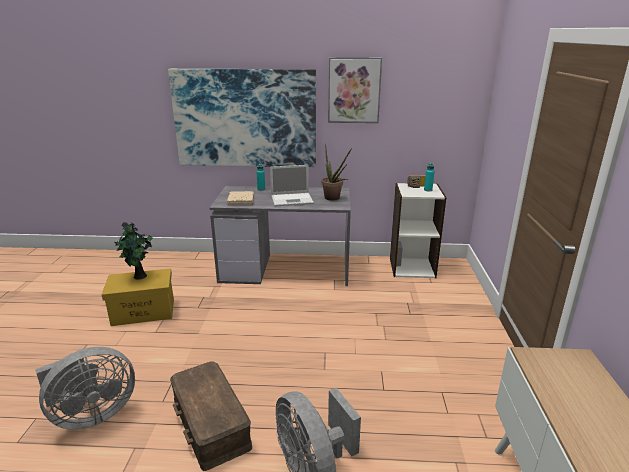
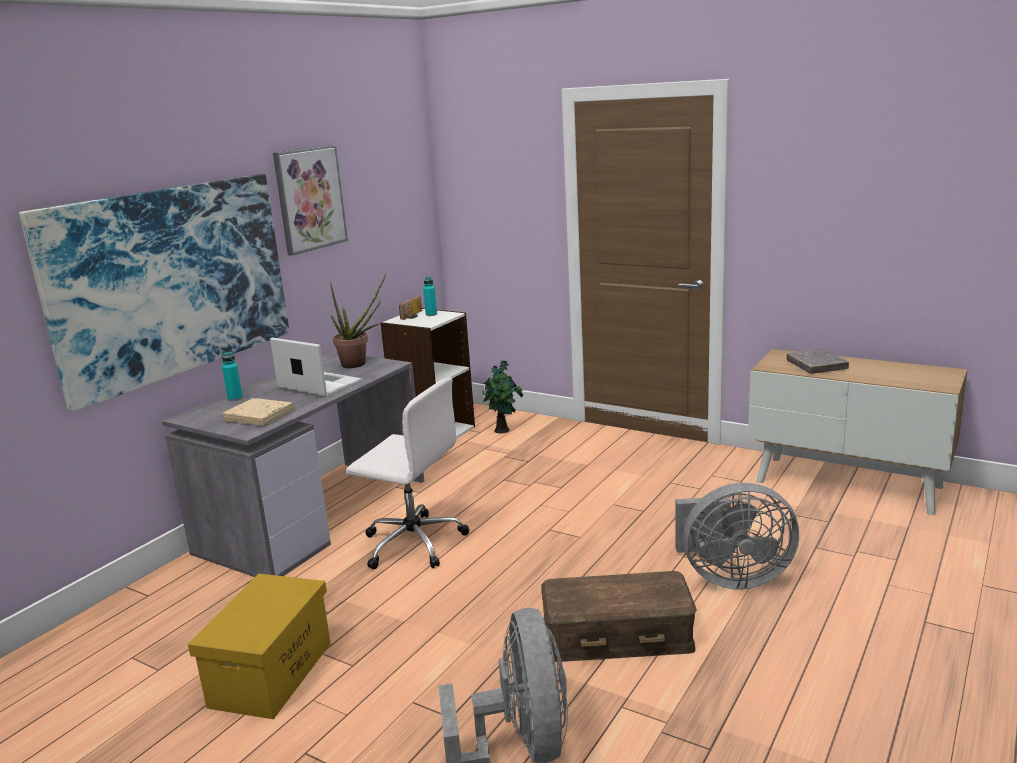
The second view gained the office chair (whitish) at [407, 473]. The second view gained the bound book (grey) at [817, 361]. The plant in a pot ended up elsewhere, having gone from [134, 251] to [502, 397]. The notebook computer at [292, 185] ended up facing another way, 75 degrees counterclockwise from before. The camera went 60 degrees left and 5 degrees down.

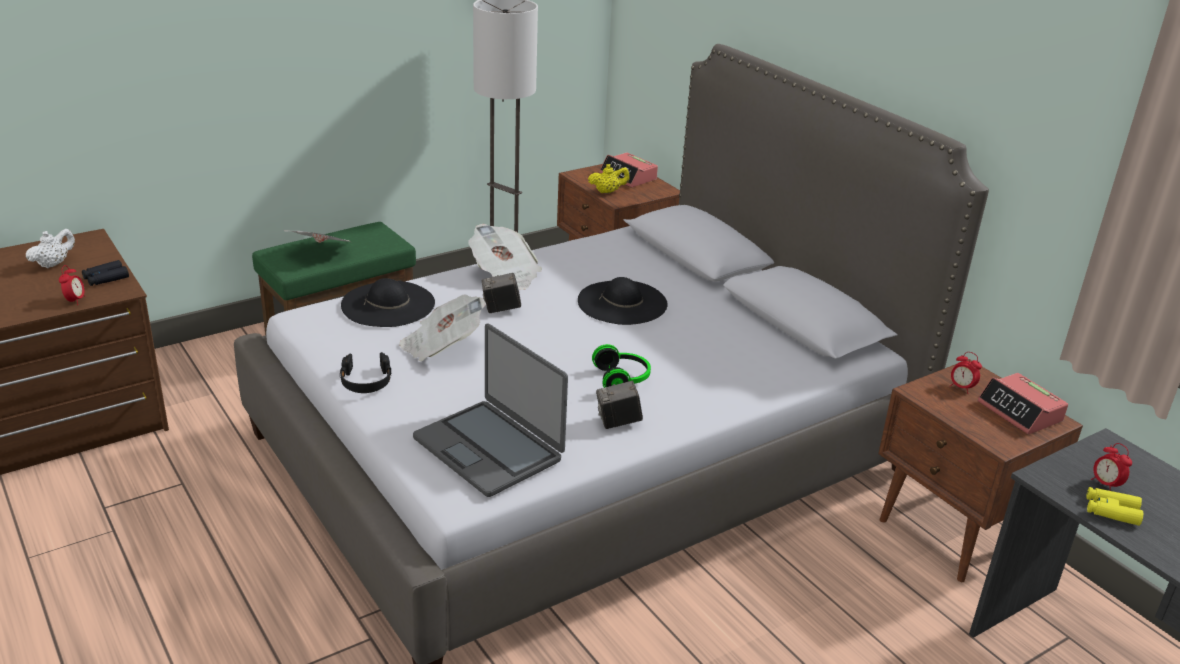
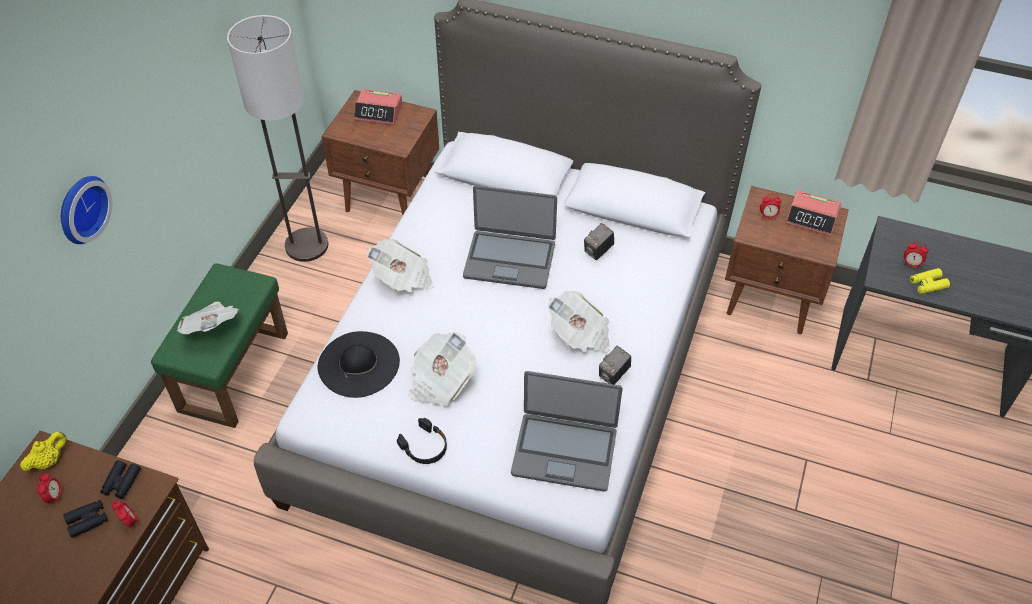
The second view gained the wall clock at [86, 210]. The second view gained the binoculars (black) at [85, 519]. The photo camera ended up elsewhere, having gone from [501, 293] to [599, 241]. The pot for tea (yellow) ended up elsewhere, having gone from [609, 178] to [43, 451]. Where the pot for tea (whitish) stood at [50, 248], the alarm clock came to stand at [49, 488]. Where the clothing hat (black) stood at [623, 301], the notebook computer came to stand at [510, 237]. Where the pair of headphones stood at [621, 366], the daily paper came to stand at [579, 322]. The camera went 35 degrees left and 20 degrees up.

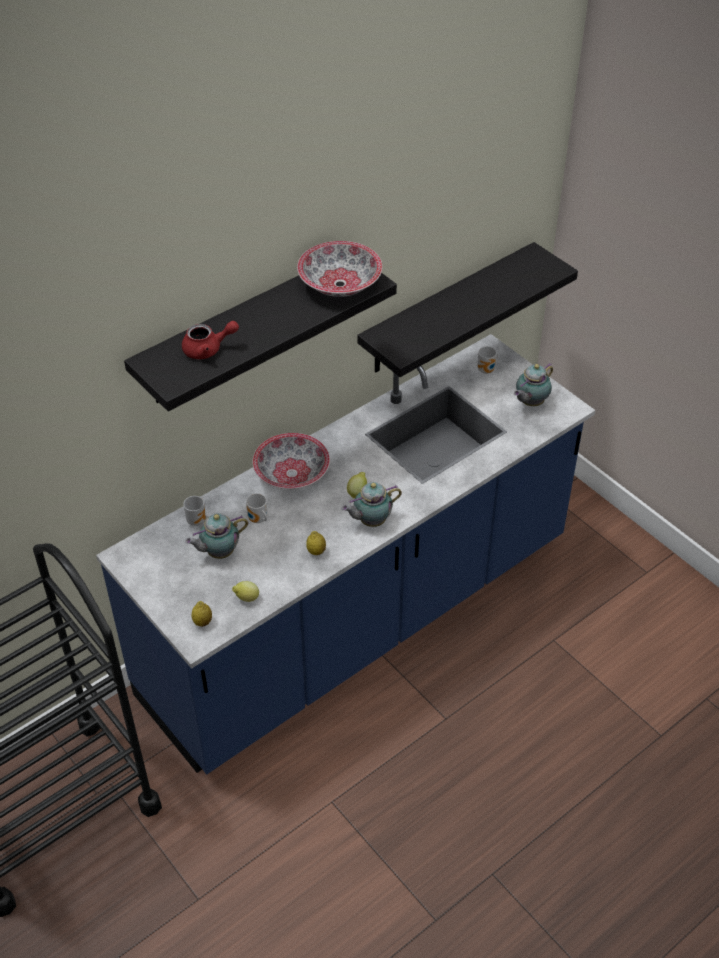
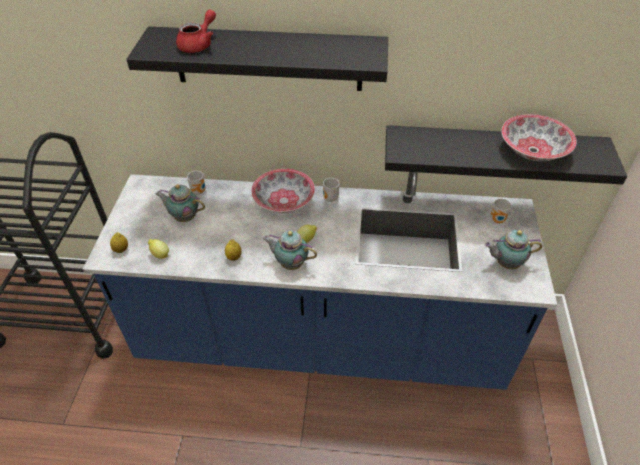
The mug ended up elsewhere, having gone from [256, 508] to [331, 190]. The deep dish ended up elsewhere, having gone from [339, 269] to [539, 137]. The pot for tea (reddish) at [210, 340] ended up facing another way, 90 degrees counterclockwise from before. The camera went 45 degrees right and 0 degrees up.

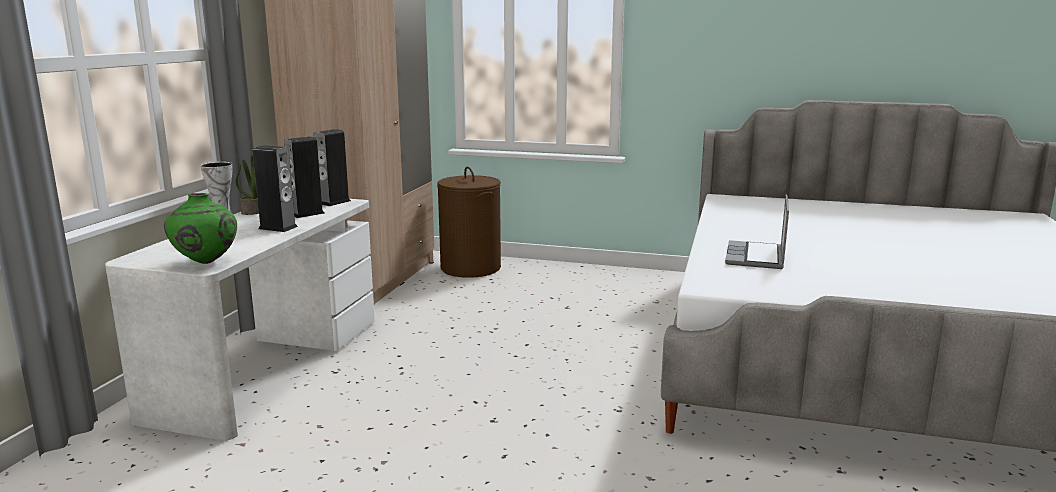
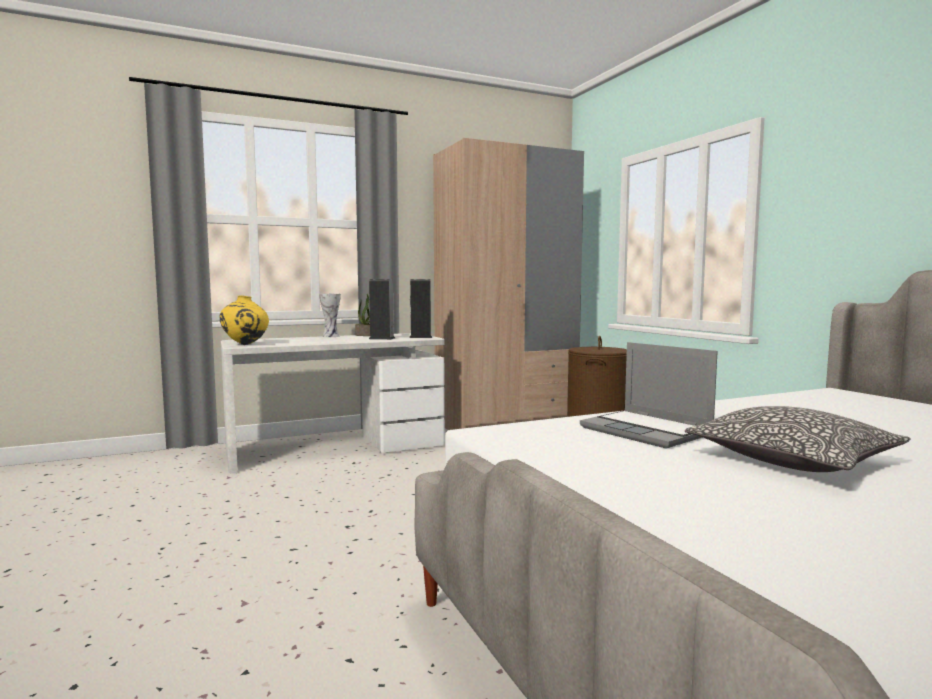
The second view lost the speaker at [275, 188]. The second view gained the cushion at [798, 439]. What was the decorative vase (green-coloured) at [200, 228] turned into the decorative vase (yellow) at [244, 320]. The notebook computer at [757, 231] ended up facing another way, 105 degrees counterclockwise from before. The camera went 50 degrees right and 10 degrees down.

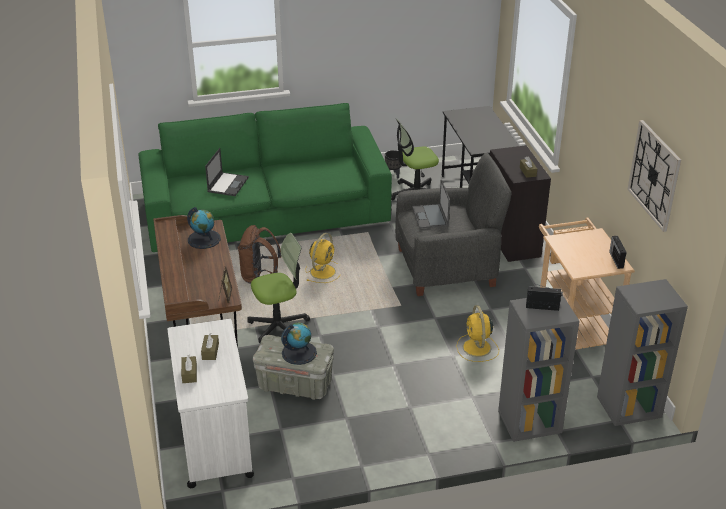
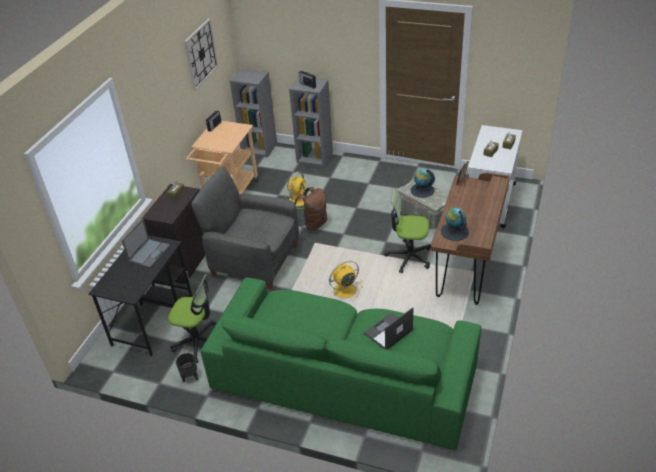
The knapsack (brownish) ended up elsewhere, having gone from [259, 254] to [311, 209]. The notebook computer ended up elsewhere, having gone from [431, 203] to [145, 243]. The camera went 145 degrees left and 5 degrees up.

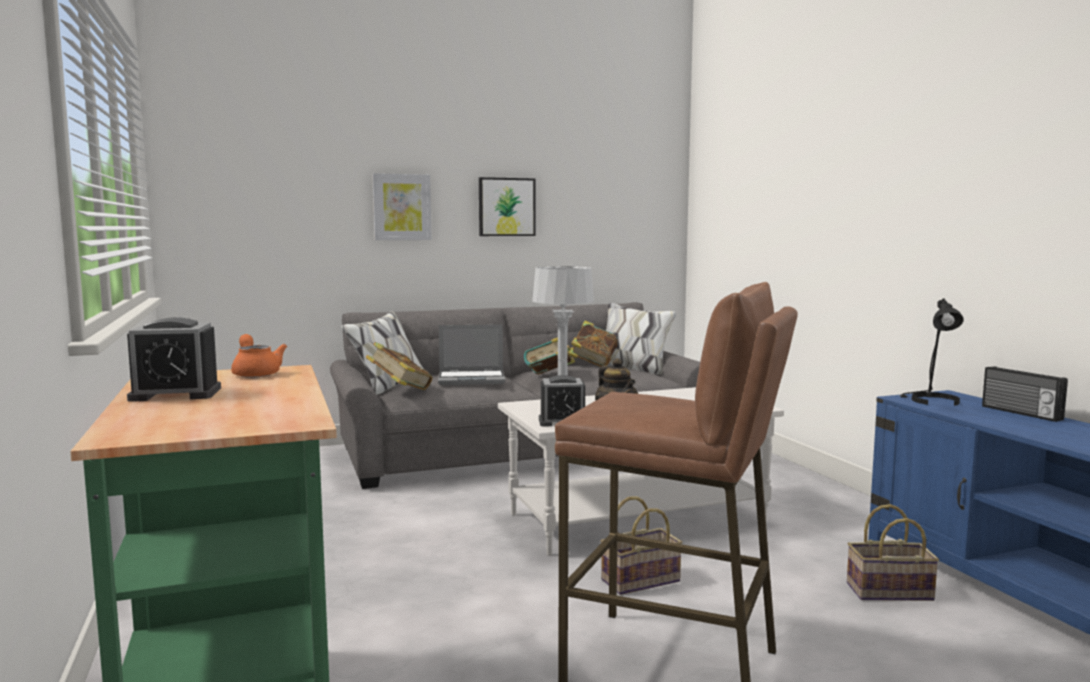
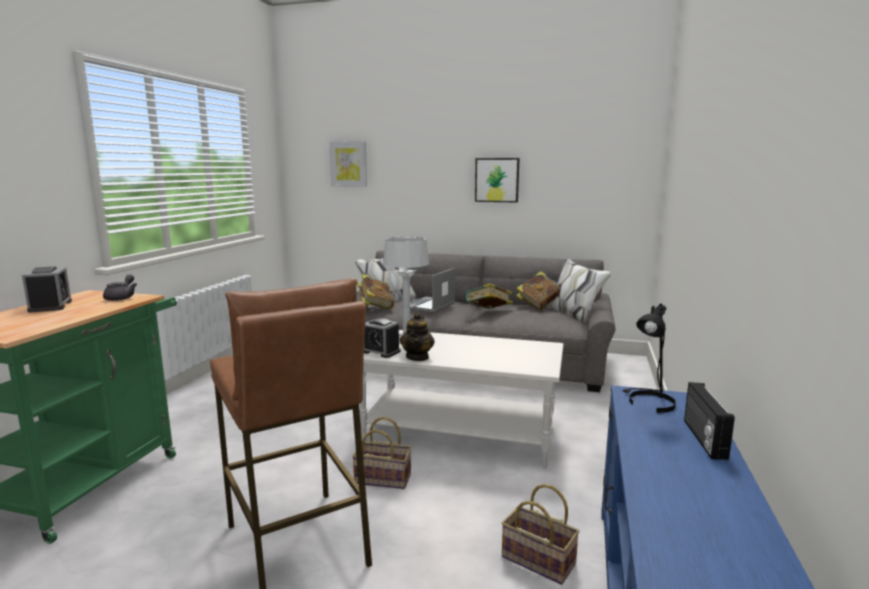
The picture ended up elsewhere, having gone from [402, 206] to [348, 164]. What was the pot for tea (orangey) at [259, 356] turned into the pot for tea (grey) at [120, 287]. The alarm clock at [174, 359] ended up facing another way, 135 degrees counterclockwise from before. The notebook computer at [471, 354] ended up facing another way, 90 degrees clockwise from before. The camera went 35 degrees right and 5 degrees up.

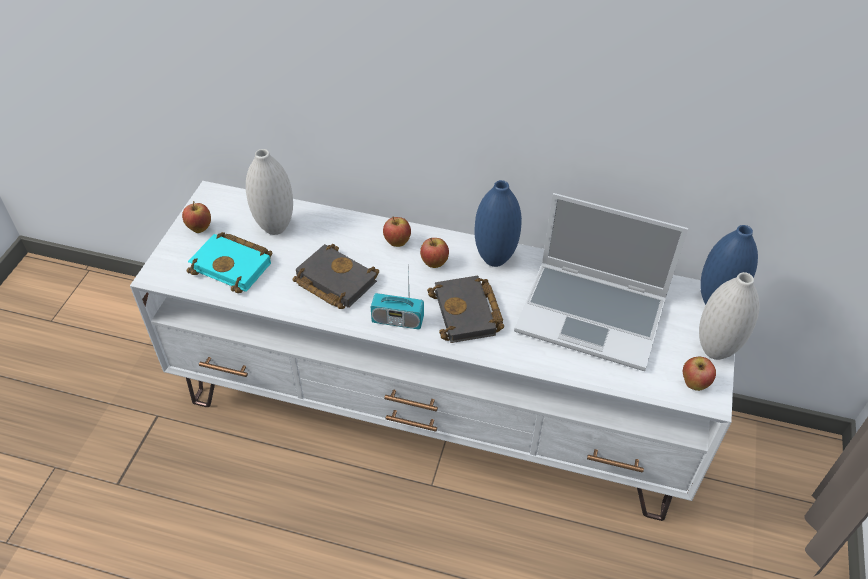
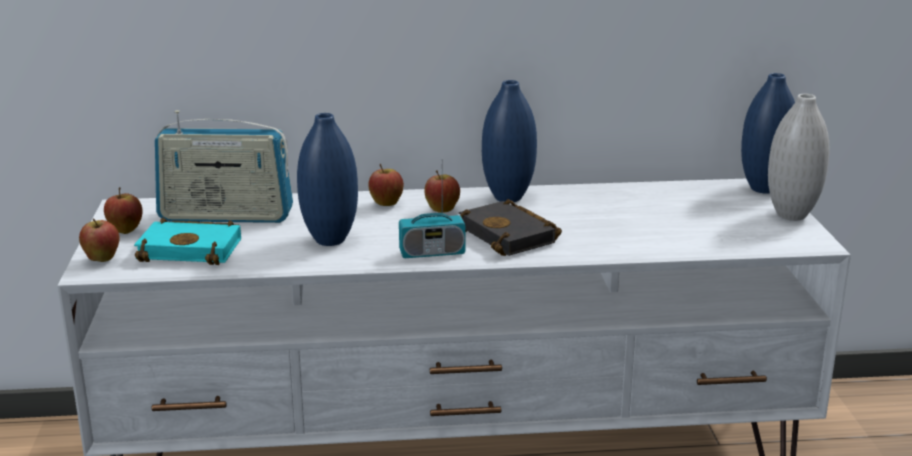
The second view lost the notebook computer at [601, 282]. The apple fruit ended up elsewhere, having gone from [699, 374] to [99, 240]. Where the decorative vase (whitish) stood at [269, 192], the radio set came to stand at [224, 166]. Where the bound book (black) stood at [336, 276], the decorative vase (blue-coloured) came to stand at [327, 179]. The camera went 20 degrees left and 25 degrees down.

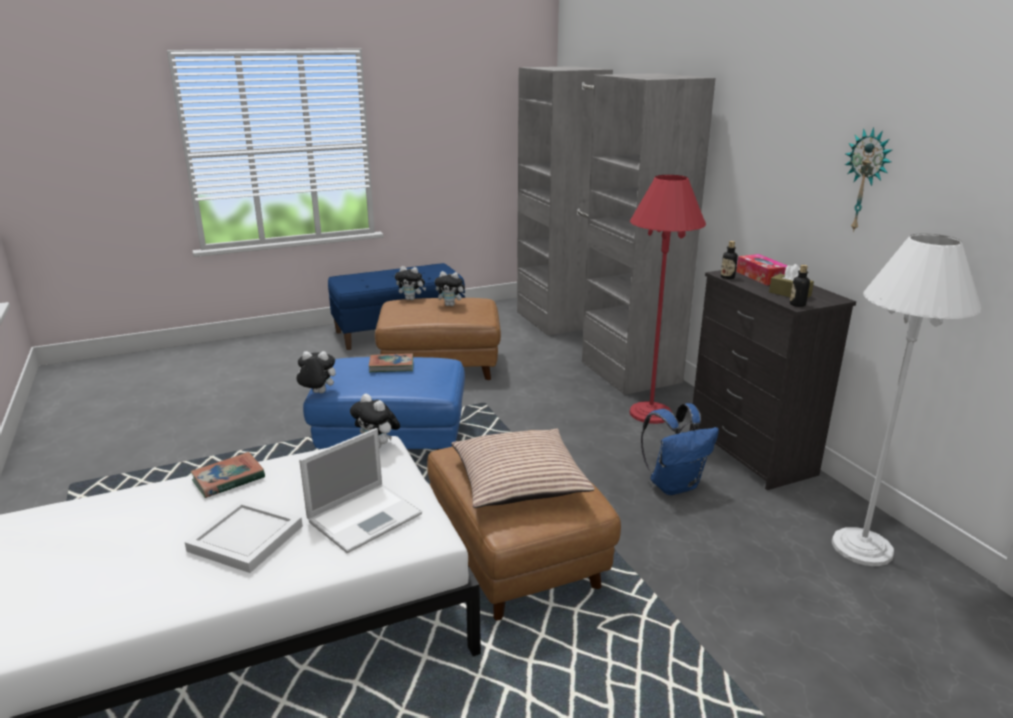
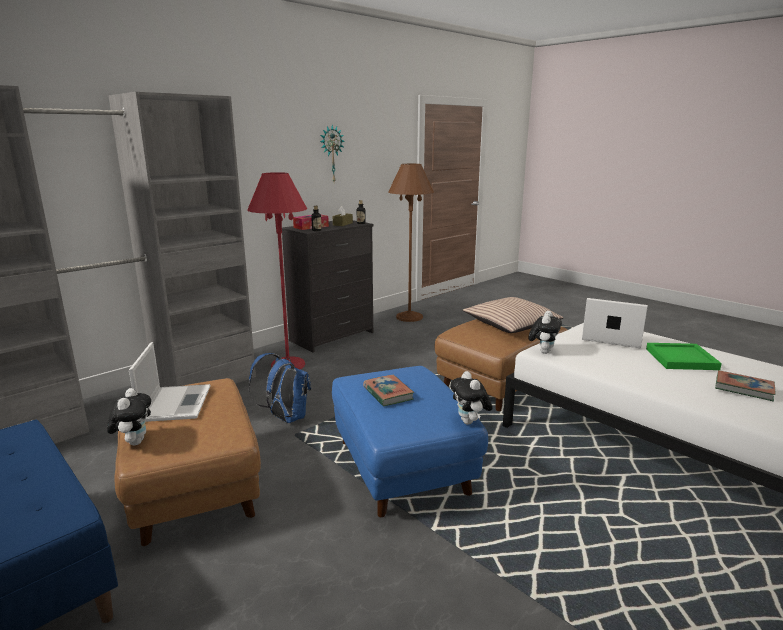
The bound book ended up elsewhere, having gone from [227, 475] to [745, 385]. The knapsack (blue-coloured) ended up elsewhere, having gone from [680, 449] to [279, 388]. Where the cuddly toy stood at [451, 288], the notebook computer came to stand at [170, 382]. What was the serving tray (whitish) at [244, 536] turned into the serving tray (green-coloured) at [684, 356]. What was the floor lamp (whitish) at [907, 399] turned into the floor lamp (brownish) at [411, 243]. The camera went 110 degrees left and 5 degrees down.

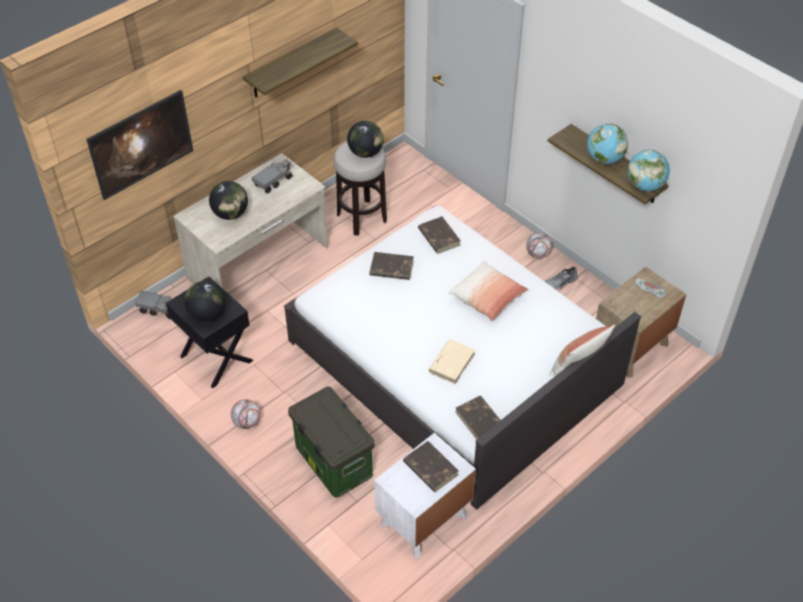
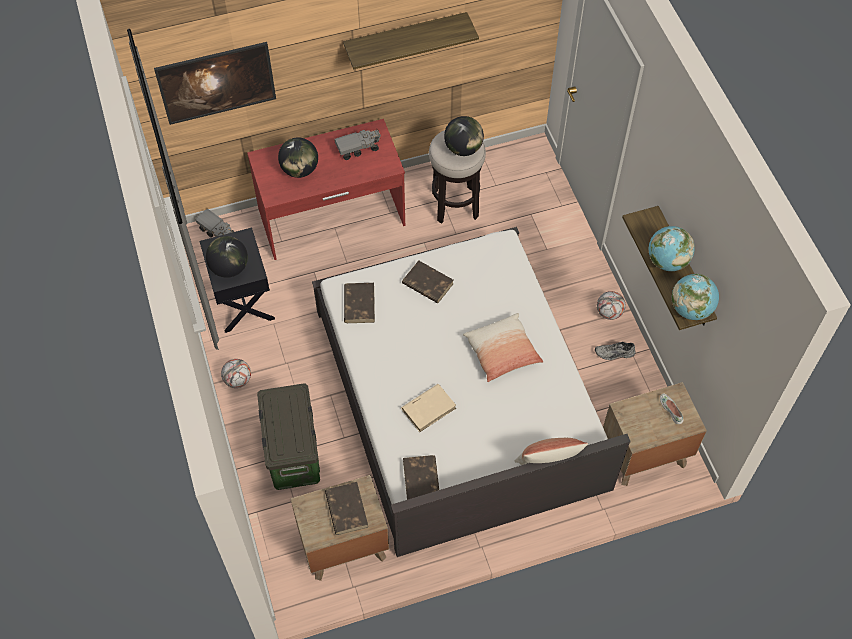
The bound book (brownish) ended up elsewhere, having gone from [439, 235] to [359, 303]. What was the desk (sand-coloured) at [250, 220] turned into the desk (reddish) at [326, 189]. What was the nightstand (whitish) at [425, 496] turned into the nightstand (brownish) at [339, 528]. The camera went 25 degrees right and 10 degrees up.

